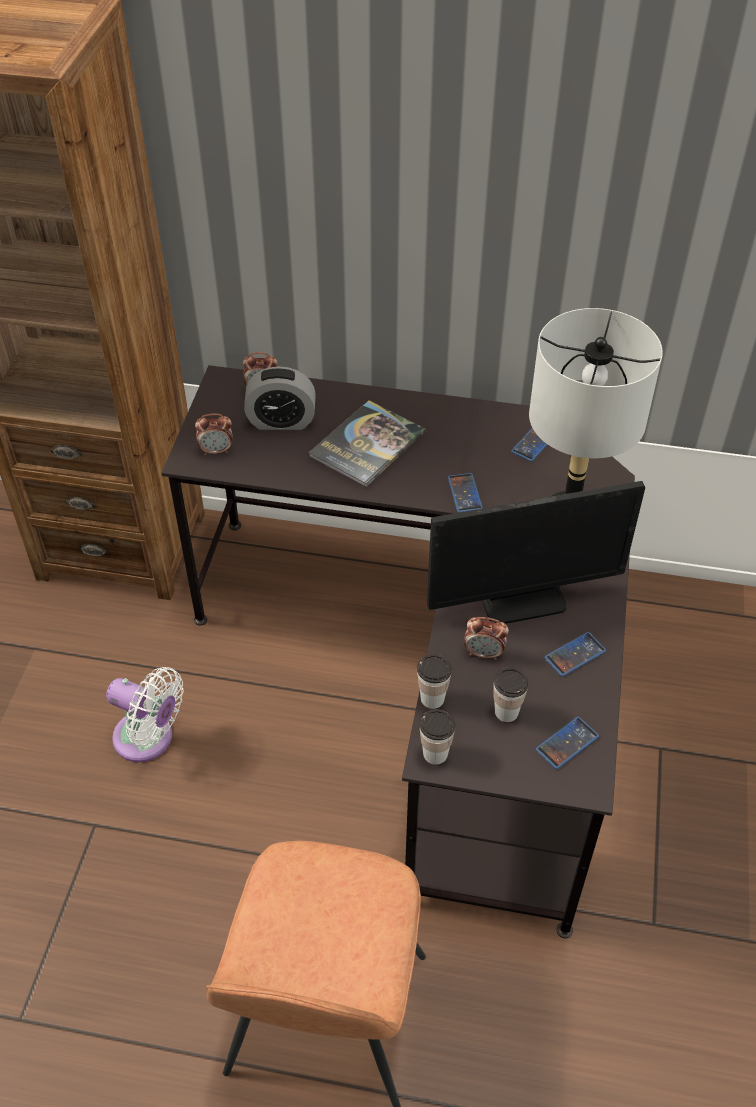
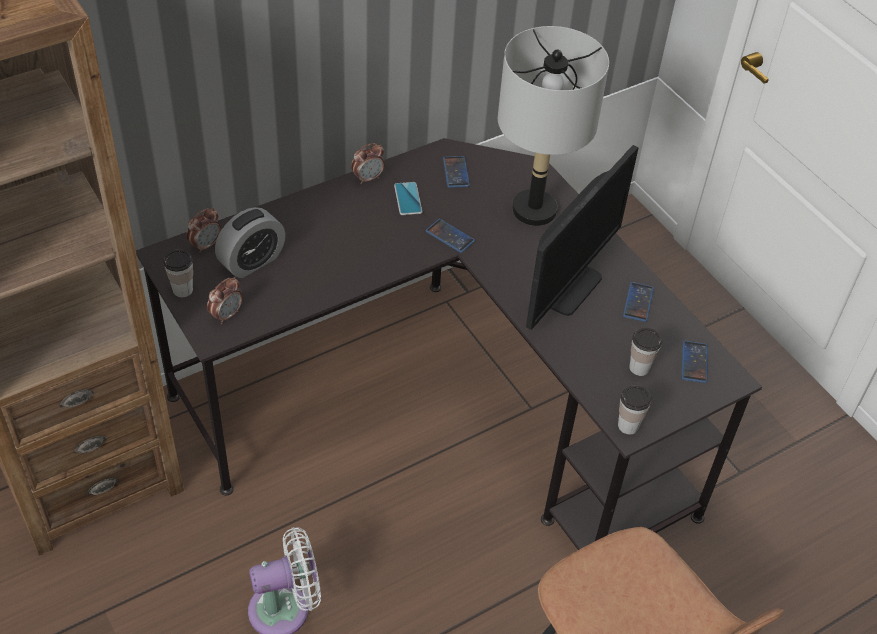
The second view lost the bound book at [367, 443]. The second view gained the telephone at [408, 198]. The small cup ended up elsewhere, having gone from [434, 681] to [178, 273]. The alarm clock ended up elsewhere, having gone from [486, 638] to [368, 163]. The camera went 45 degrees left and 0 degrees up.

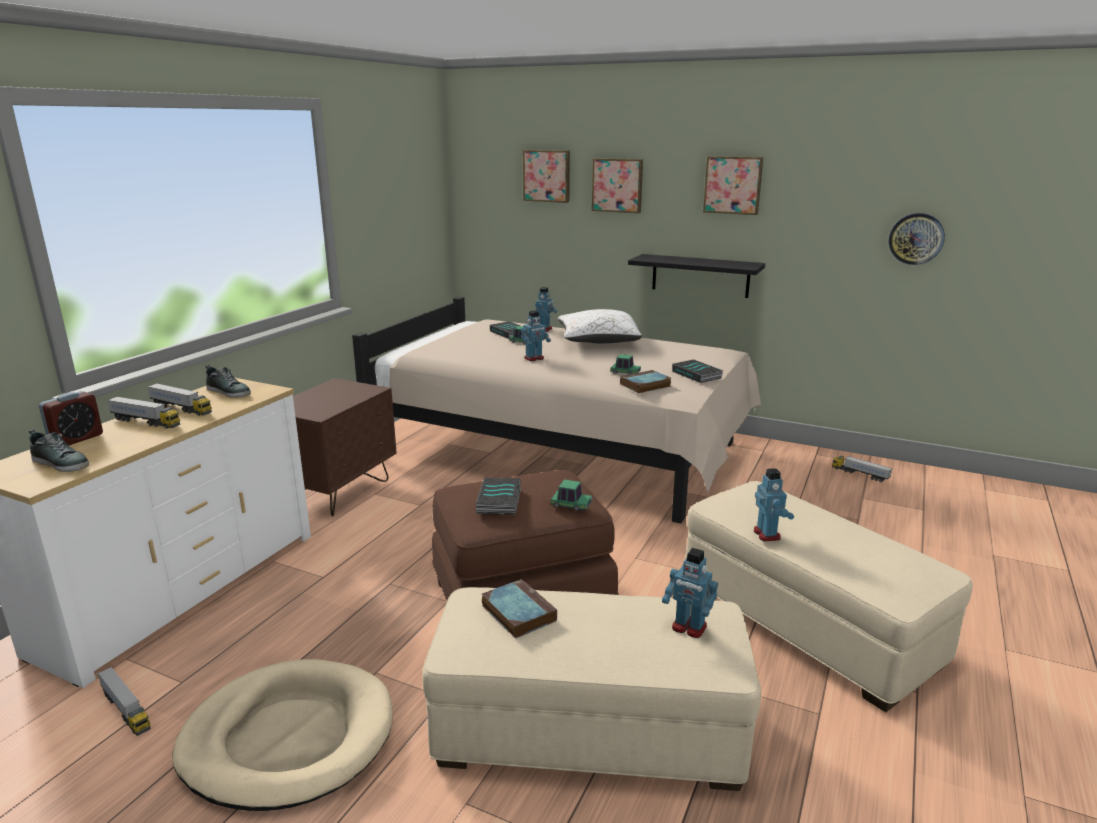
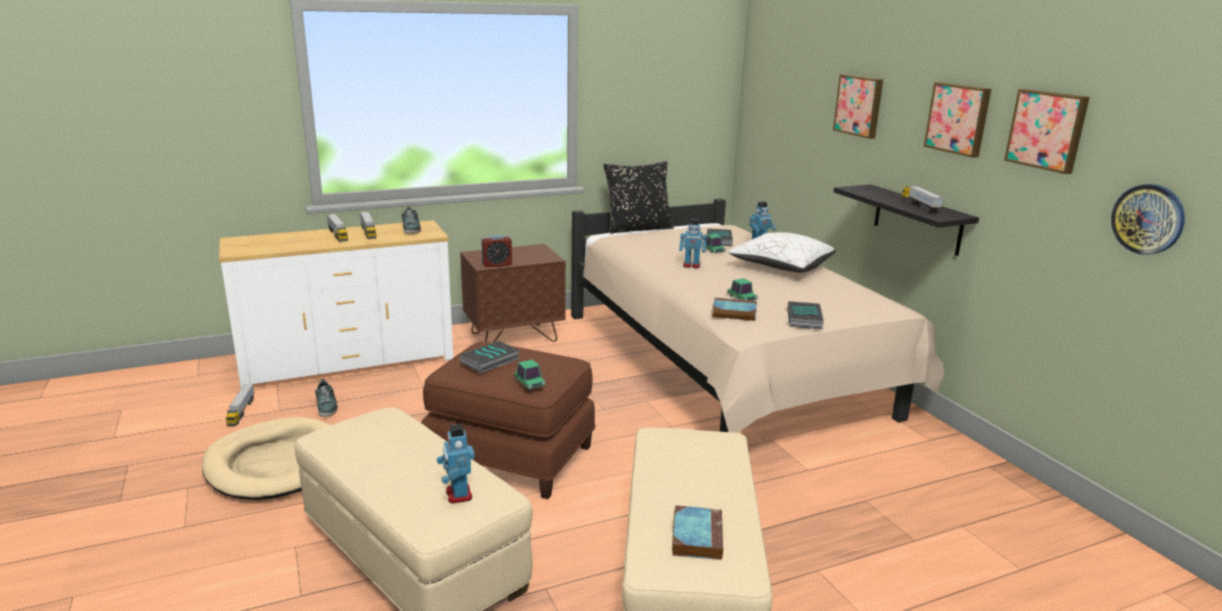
The second view lost the model robot at [774, 504]. The second view gained the cushion (black) at [638, 197]. The low shoe ended up elsewhere, having gone from [59, 450] to [326, 398]. The alarm clock ended up elsewhere, having gone from [71, 418] to [496, 251]. The bound book ended up elsewhere, having gone from [519, 609] to [697, 533]. The picture ended up elsewhere, having gone from [546, 176] to [1047, 131]. The model truck ended up elsewhere, having gone from [862, 469] to [923, 199]. The camera went 40 degrees right and 0 degrees up.

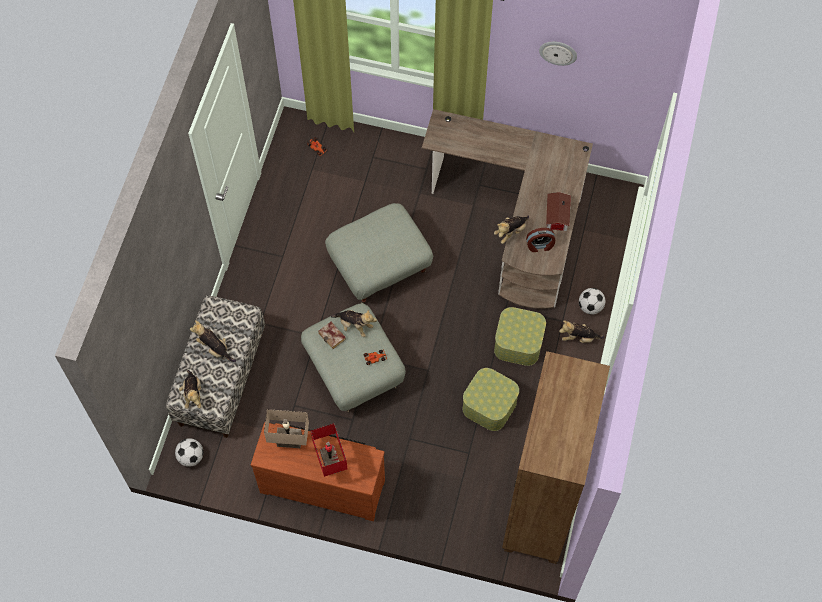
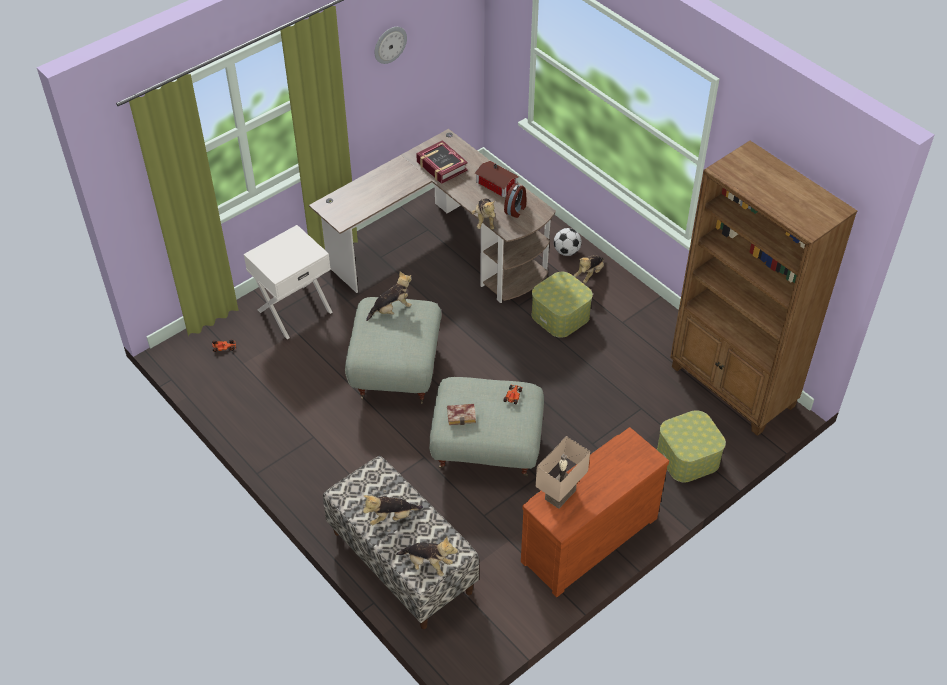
The second view lost the ball for football at [189, 452]. The second view lost the lamp for a table (reddish) at [329, 450]. The second view gained the nightstand (whitish) at [288, 282]. The second view gained the bound book at [442, 162]. The cuddly toy ended up elsewhere, having gone from [354, 323] to [389, 296]. The storage box ended up elsewhere, having gone from [490, 399] to [691, 446]. The camera went 55 degrees left and 15 degrees down.

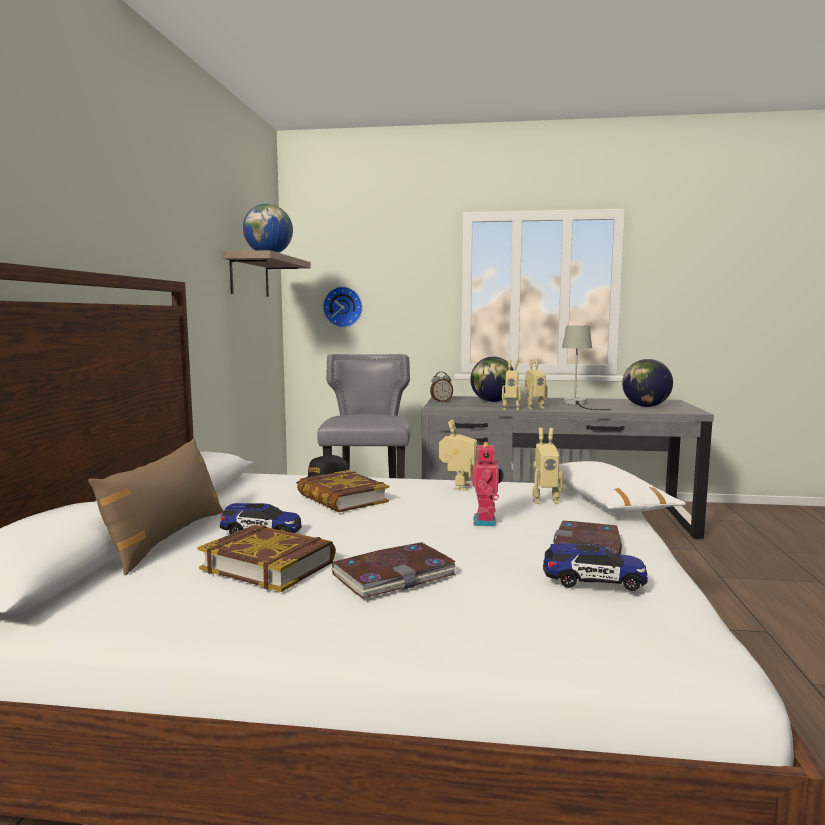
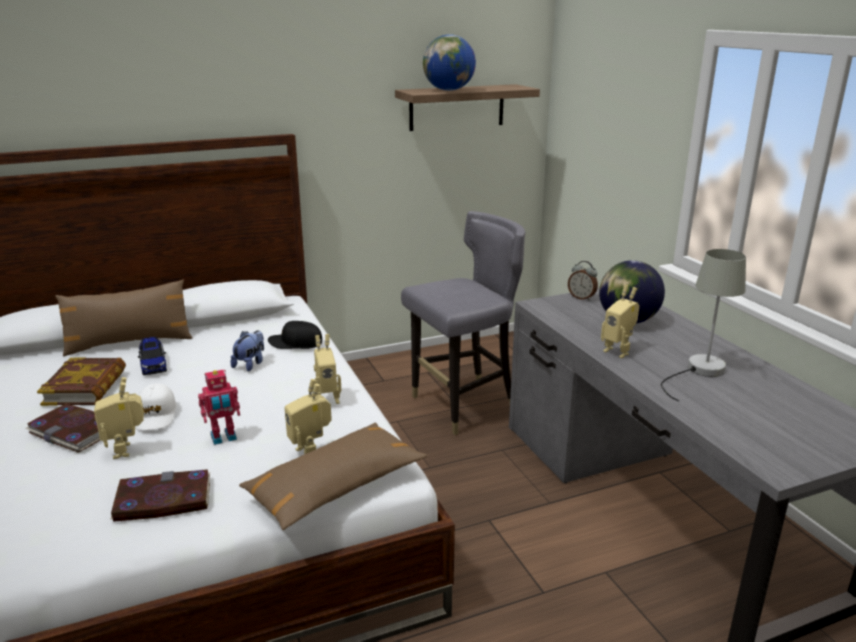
The second view lost the wall clock at [343, 307]. The second view lost the toy car at [595, 567]. The second view lost the globe at [647, 383]. The second view gained the peaked cap (whitish) at [155, 407]. The model robot ended up elsewhere, having gone from [511, 385] to [119, 418]. Where the bound book stood at [343, 491], the cuddly toy came to stand at [247, 350]. What was the cushion (whitish) at [622, 487] turned into the cushion (brownish) at [333, 476]. The camera went 60 degrees right and 15 degrees up.

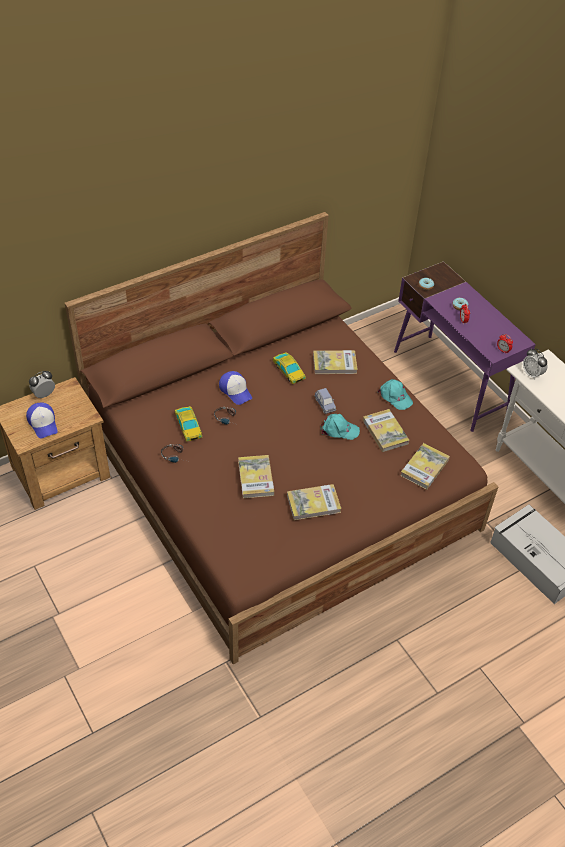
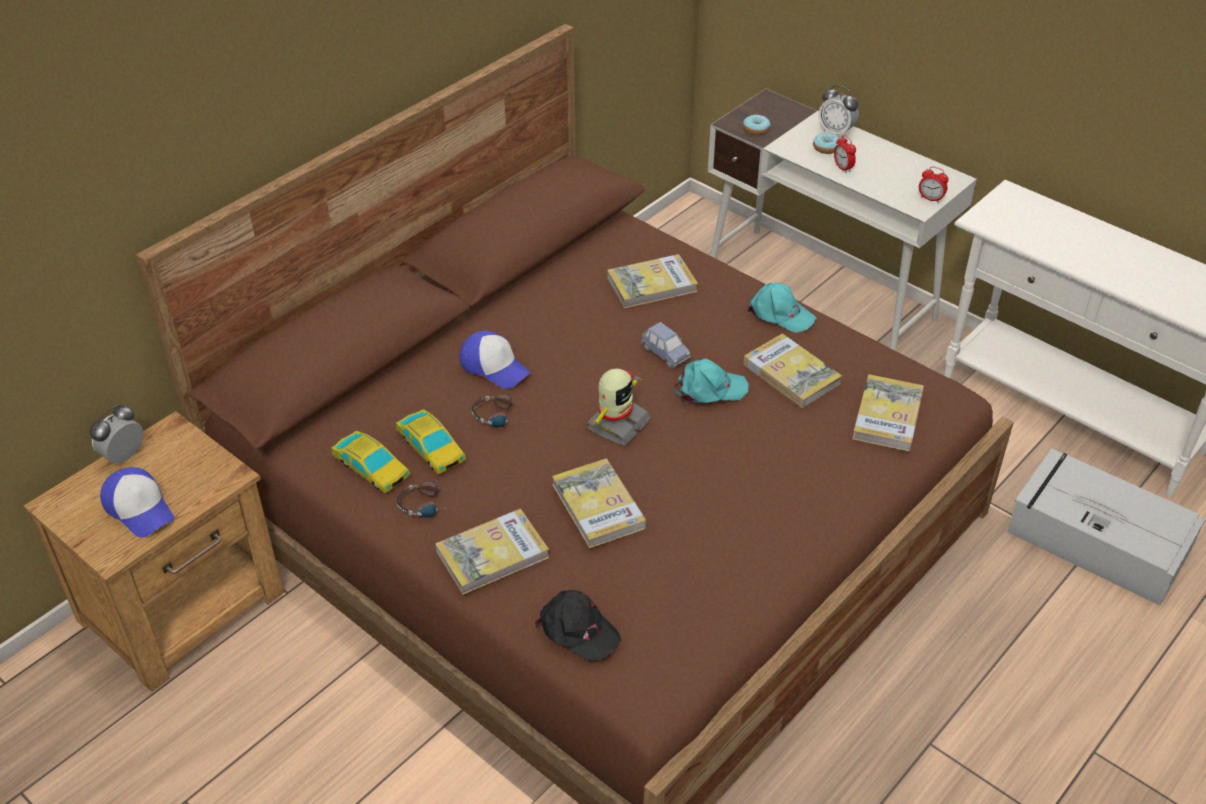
The second view gained the peaked cap (black) at [578, 625]. The second view gained the model robot at [618, 407]. The toy car ended up elsewhere, having gone from [289, 368] to [370, 462]. The bound book ended up elsewhere, having gone from [314, 502] to [492, 552]. The alarm clock ended up elsewhere, having gone from [535, 364] to [839, 111]. What was the desk (purplish) at [465, 346] turned into the desk (whitish) at [842, 220]. The camera went 15 degrees left and 5 degrees down.

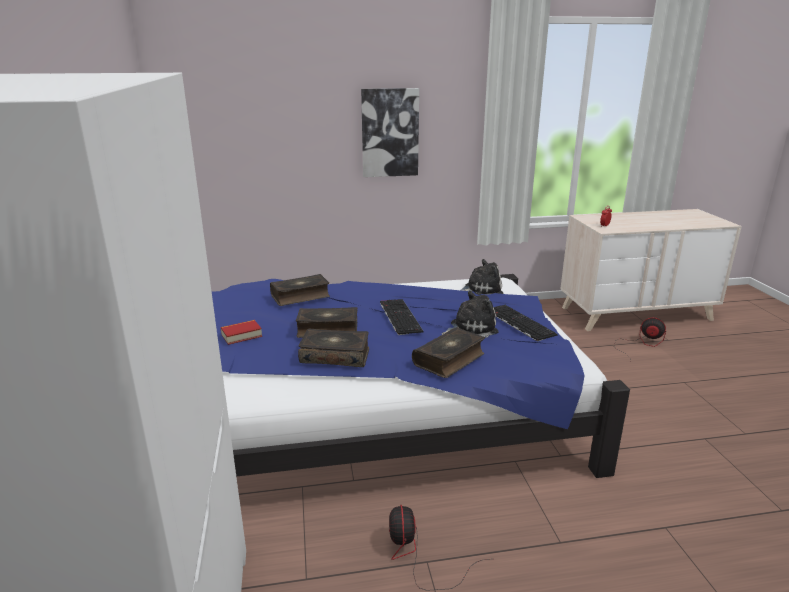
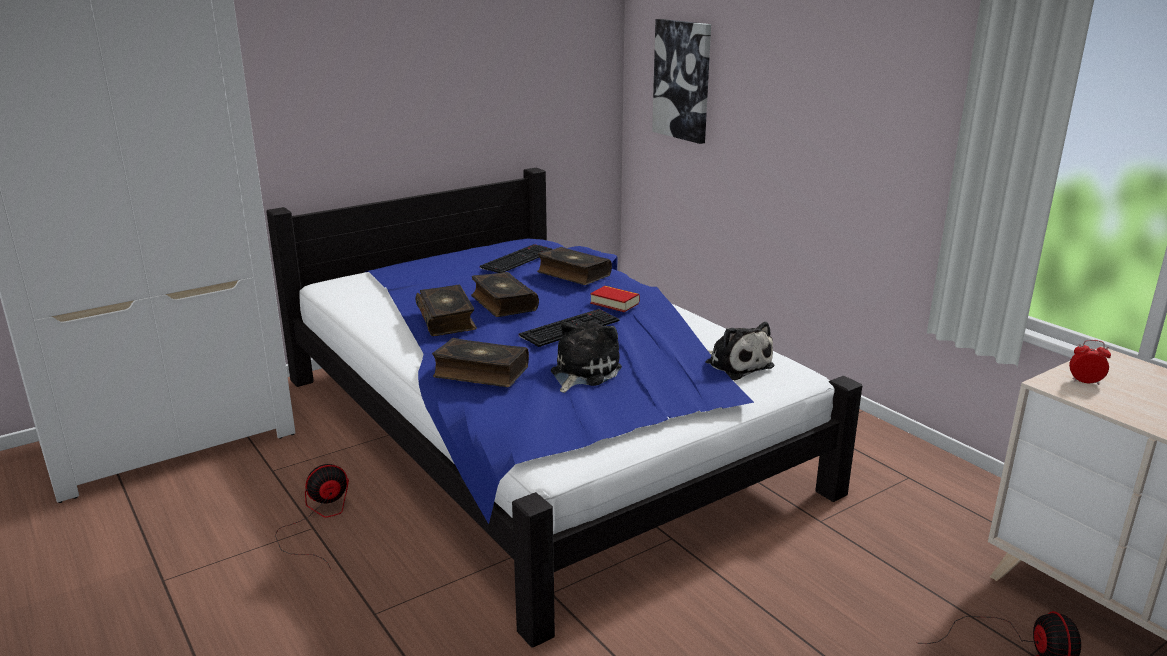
The bound book ended up elsewhere, having gone from [241, 332] to [615, 299]. The picture ended up elsewhere, having gone from [390, 132] to [681, 81]. The PC keyboard ended up elsewhere, having gone from [525, 323] to [516, 258]. The cuddly toy at [470, 314] ended up facing another way, 105 degrees counterclockwise from before. The camera went 65 degrees right and 0 degrees up.

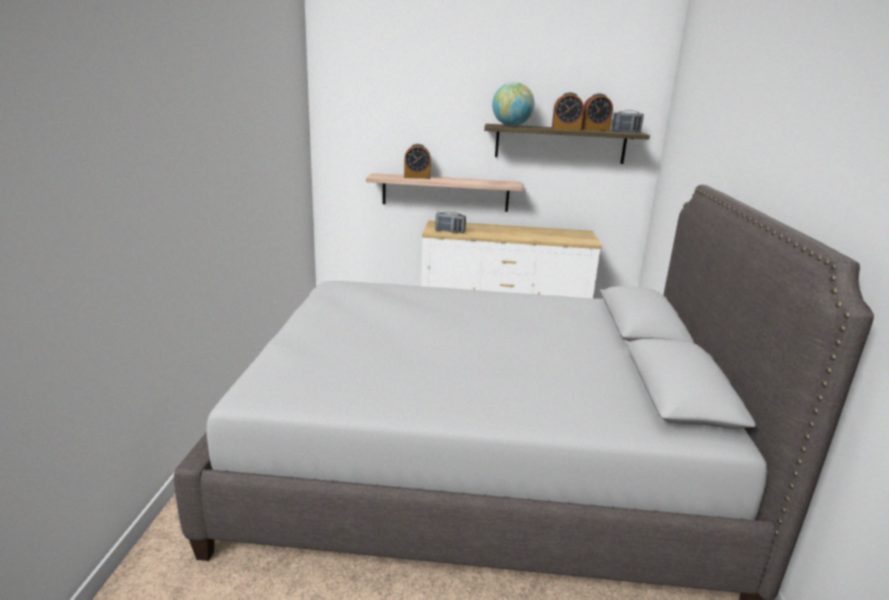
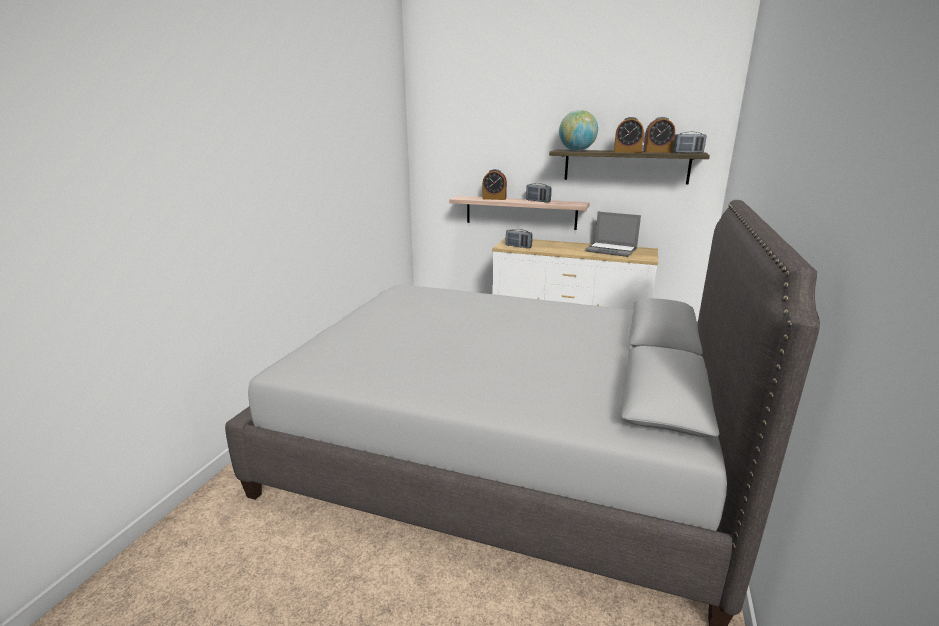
The second view gained the radio set at [539, 193]. The second view gained the notebook computer at [613, 234]. The camera went 15 degrees right and 0 degrees up.

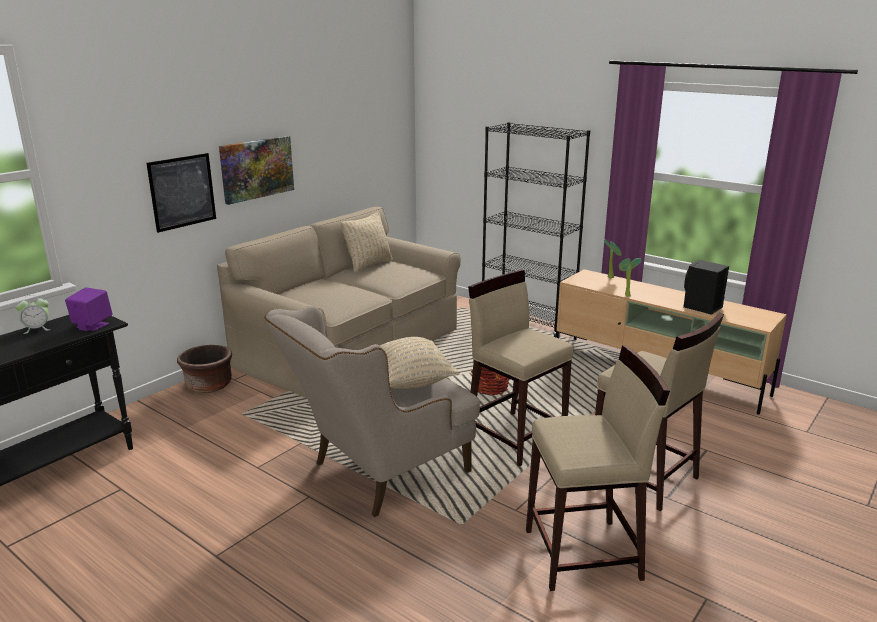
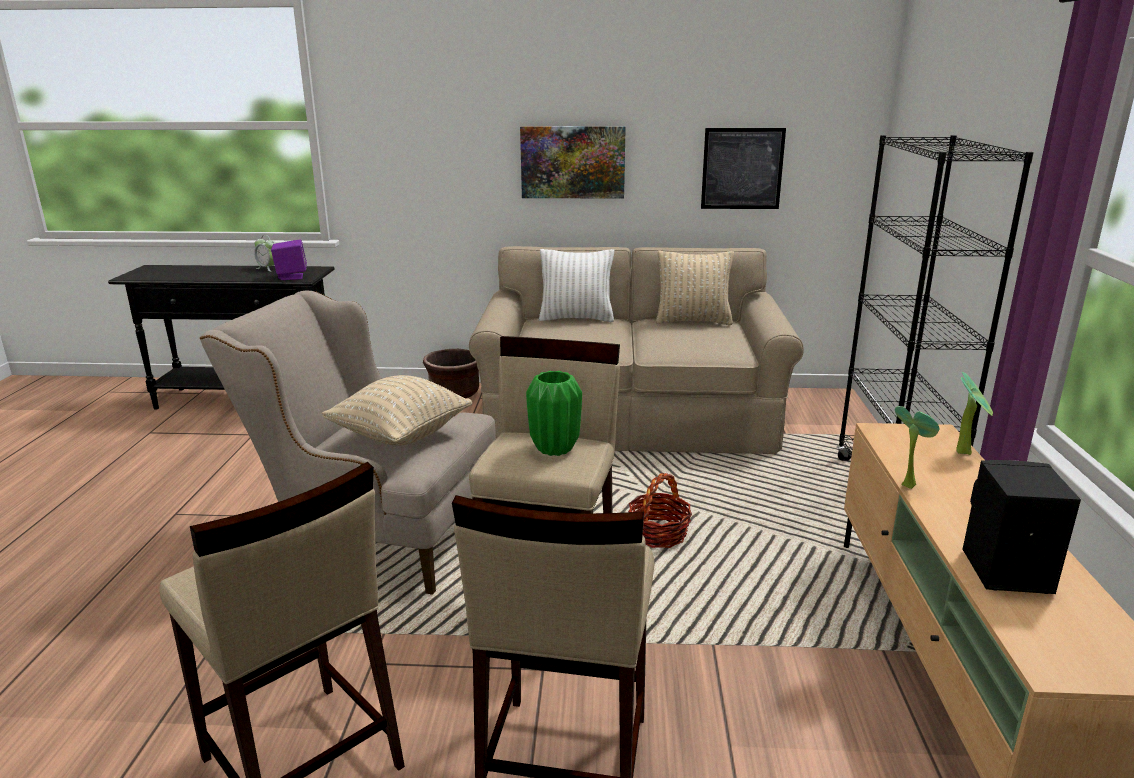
The second view gained the decorative vase (green-coloured) at [554, 413]. The second view gained the cushion (whitish) at [576, 285]. The picture ended up elsewhere, having gone from [181, 193] to [743, 168]. The camera went 55 degrees right and 0 degrees up.

